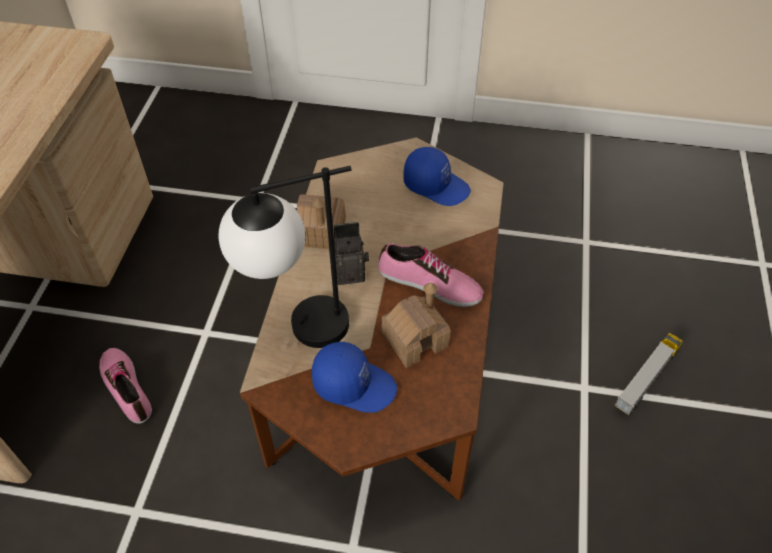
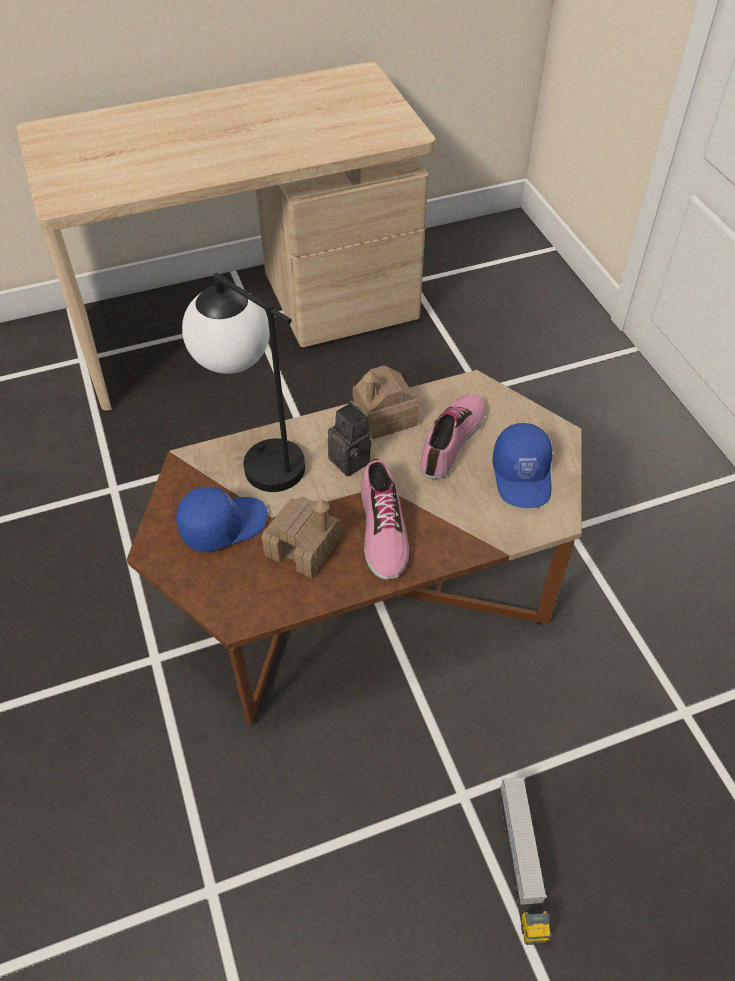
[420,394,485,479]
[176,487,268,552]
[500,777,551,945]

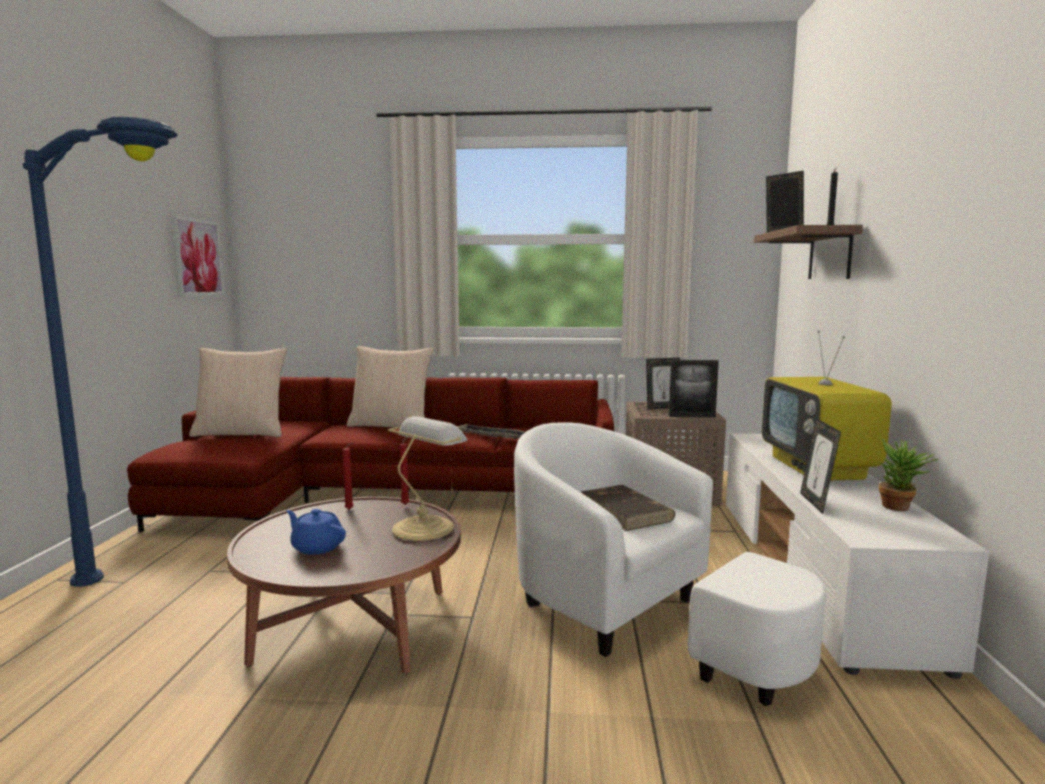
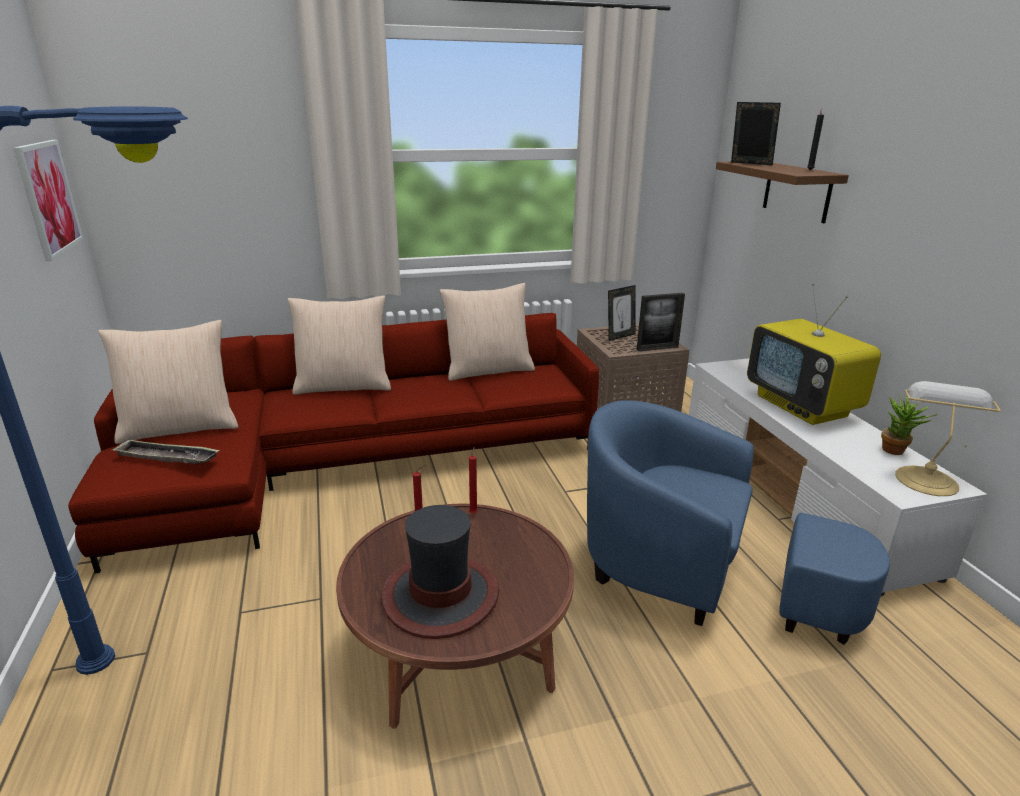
[381,505,499,639]
[895,381,1001,496]
[111,439,219,464]
[587,400,890,645]
[580,485,675,531] (first image)
[800,418,841,514] (first image)
[439,283,535,381]

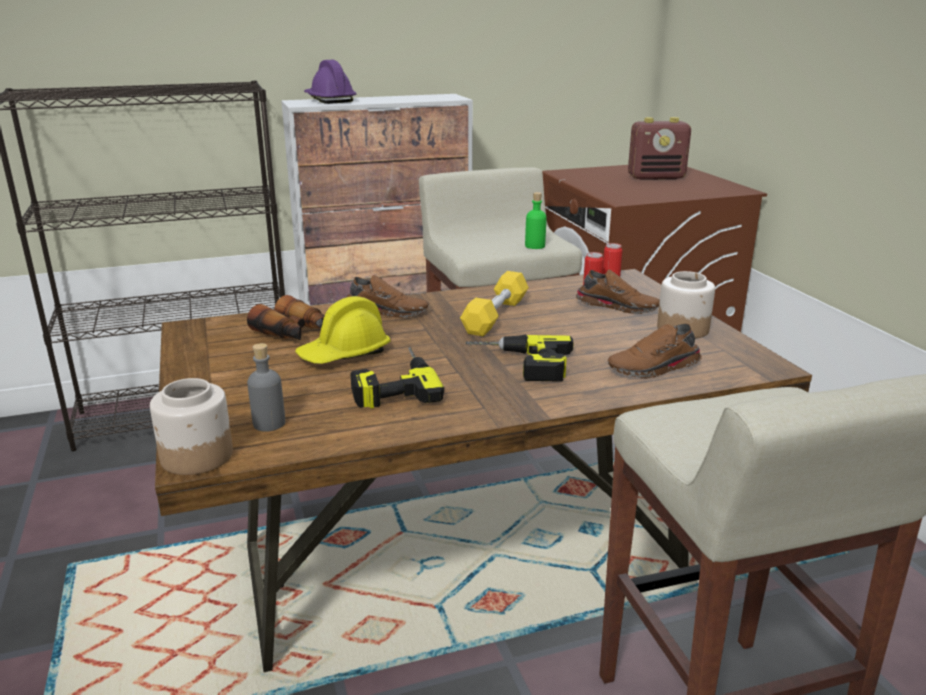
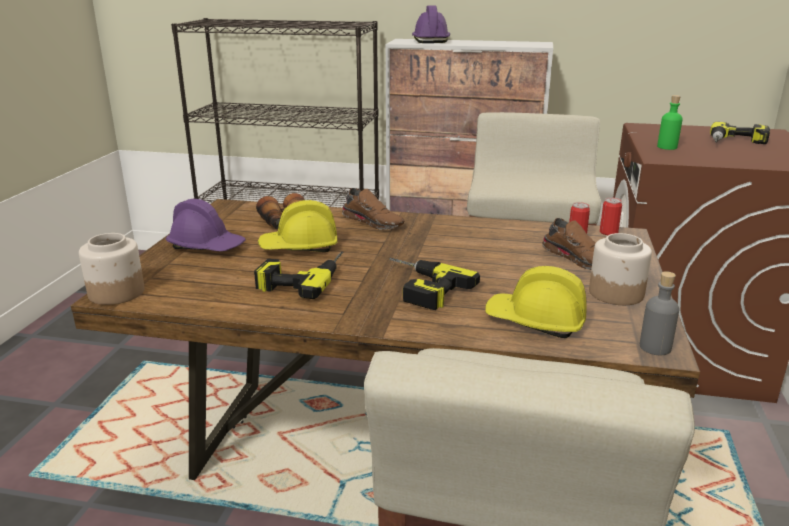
[640,271,679,355]
[460,271,529,336] (first image)
[657,95,683,150]
[485,266,587,338]
[710,122,770,144]
[166,199,246,251]

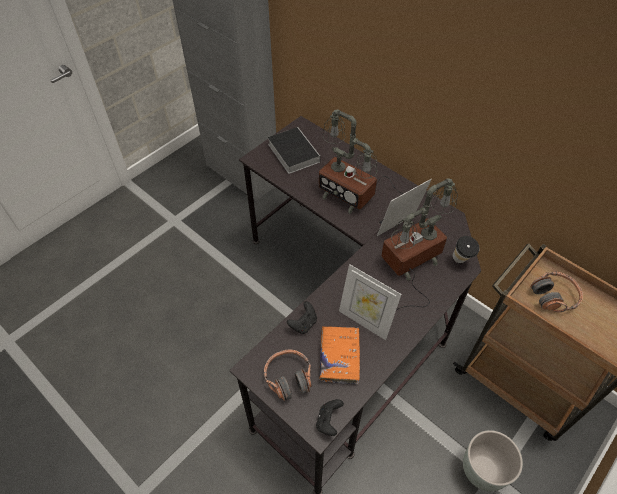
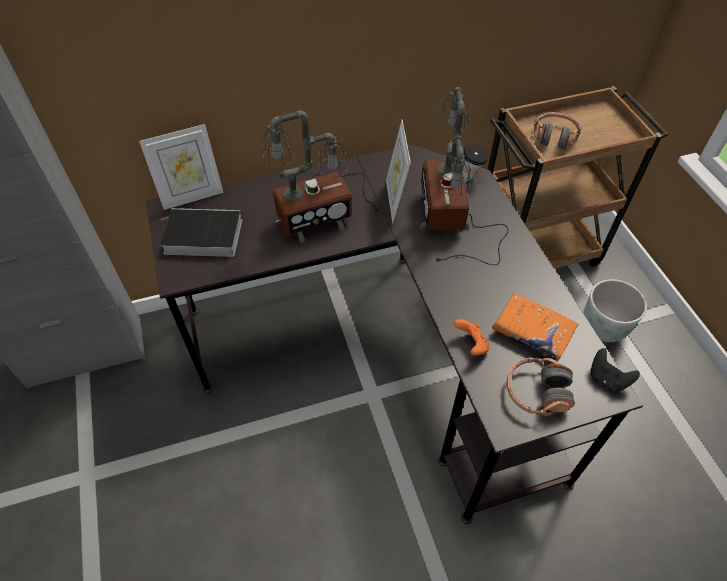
[454,319,490,356]
[139,124,224,210]

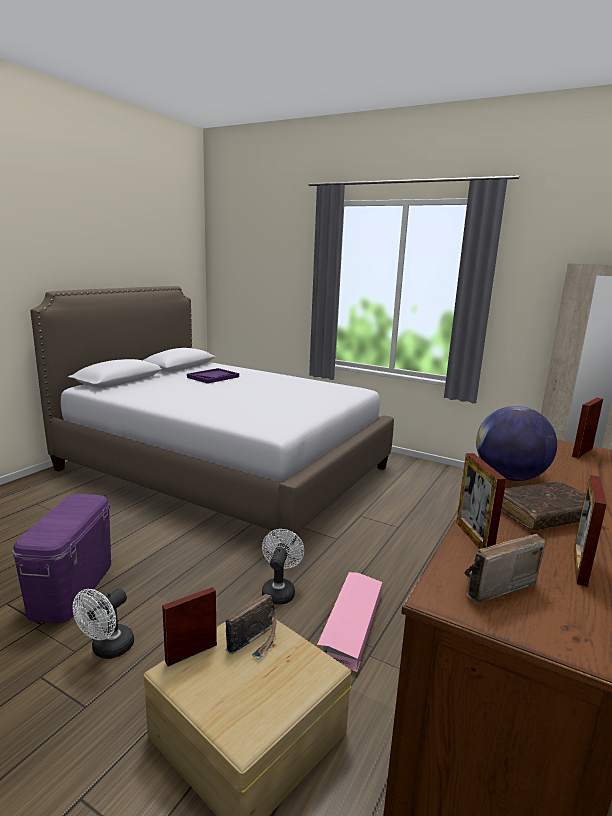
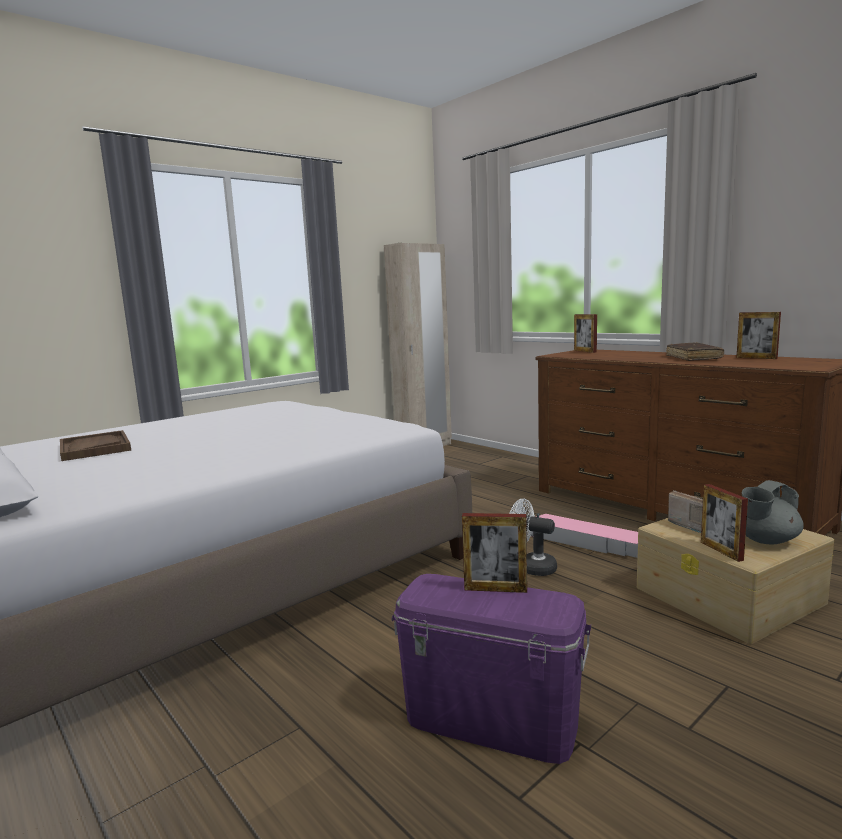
[73,588,134,659] (first image)
[60,430,131,461]
[462,513,527,593]
[464,534,546,603] (first image)
[476,406,557,481] (first image)
[742,480,804,545]

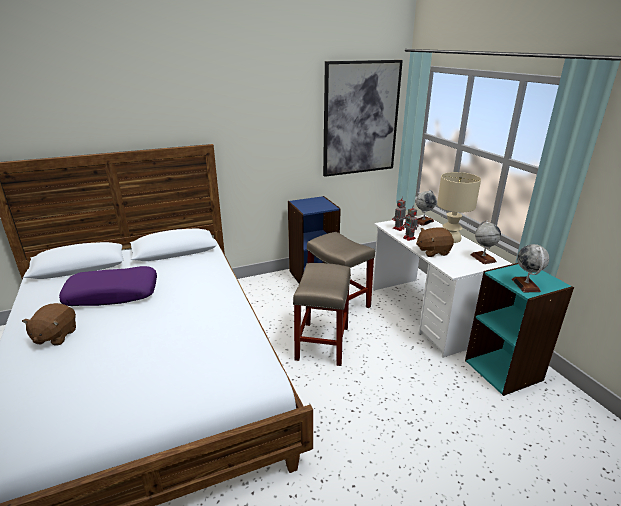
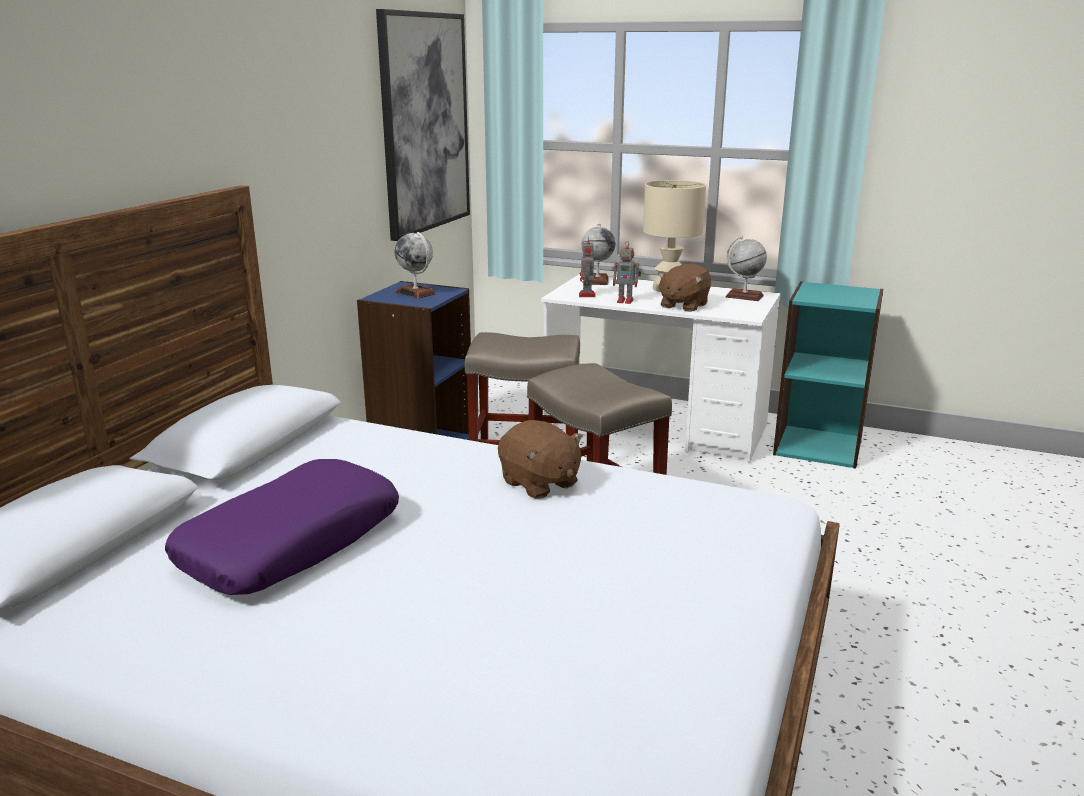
[498,420,583,499]
[394,232,436,299]

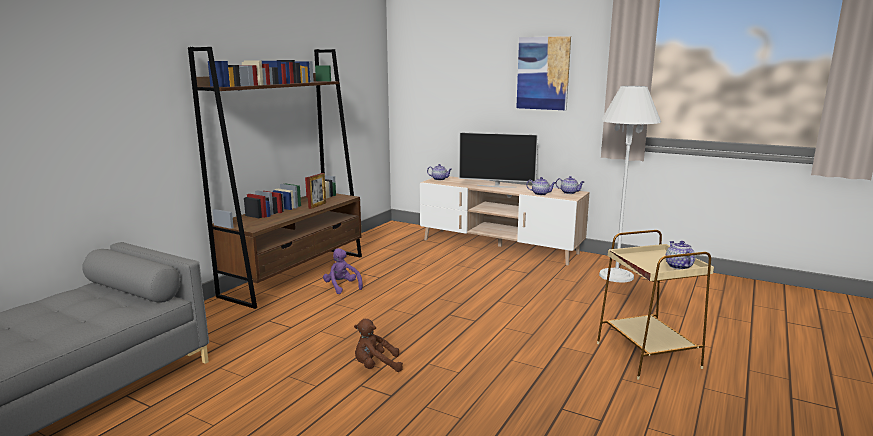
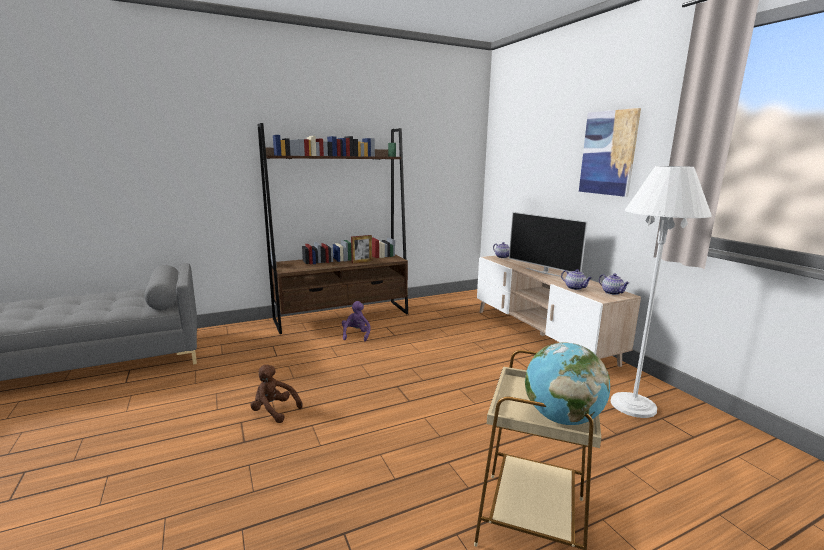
[525,342,610,425]

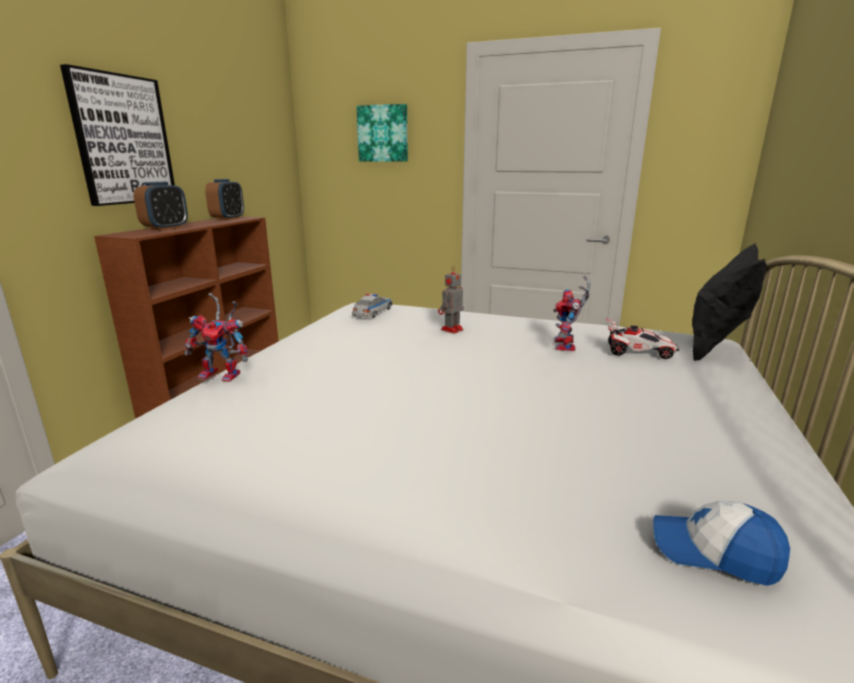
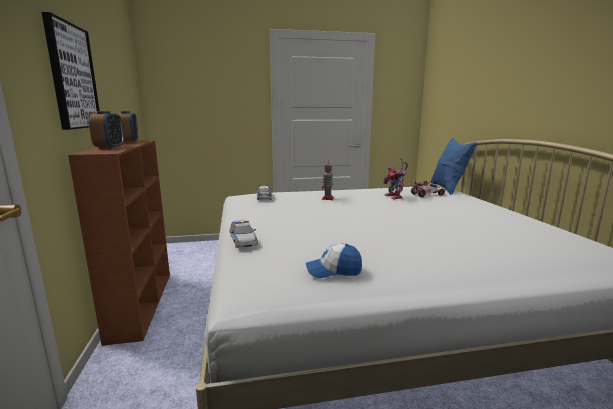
[229,220,258,248]
[356,104,408,162] (first image)
[306,244,362,278]
[431,138,477,195]

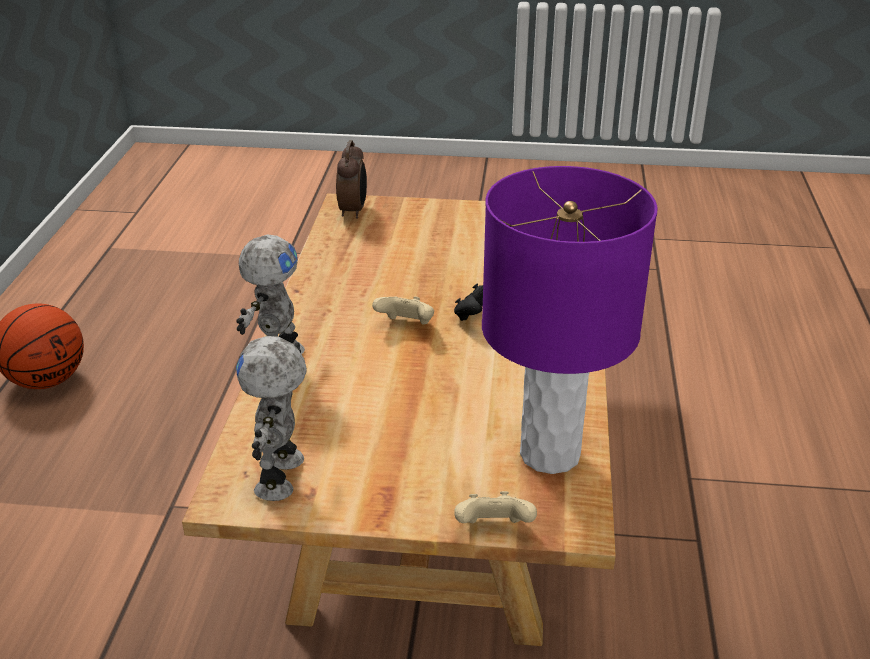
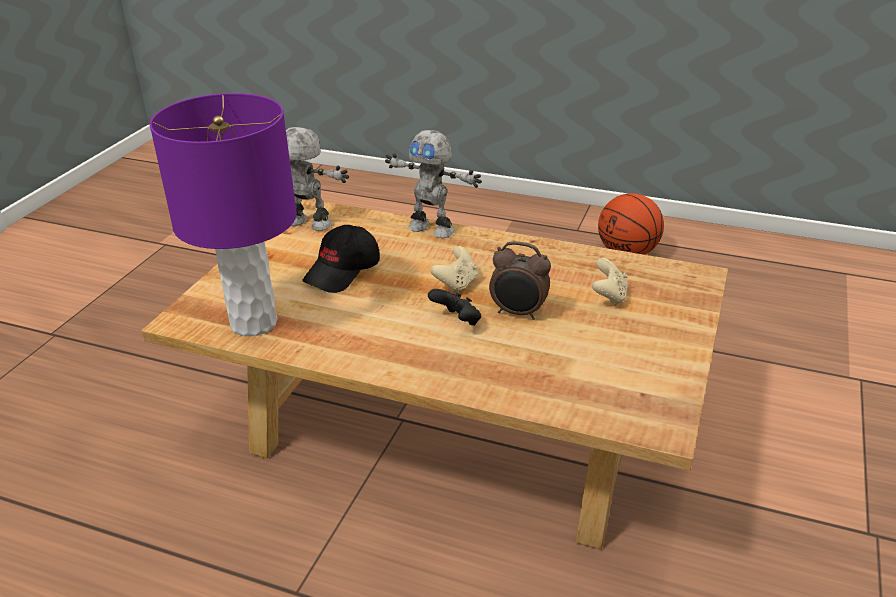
[489,241,551,320]
[592,258,628,306]
[302,225,380,293]

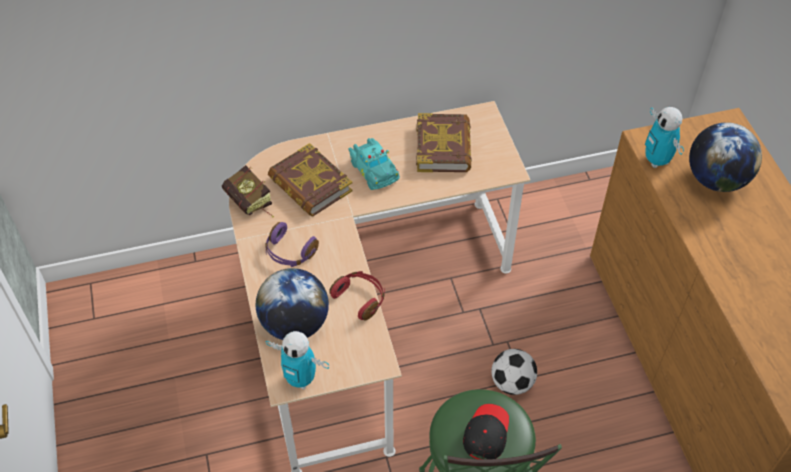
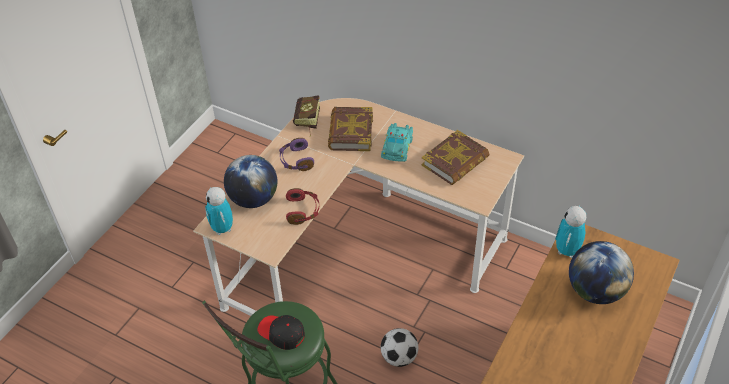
[257,315,305,350]

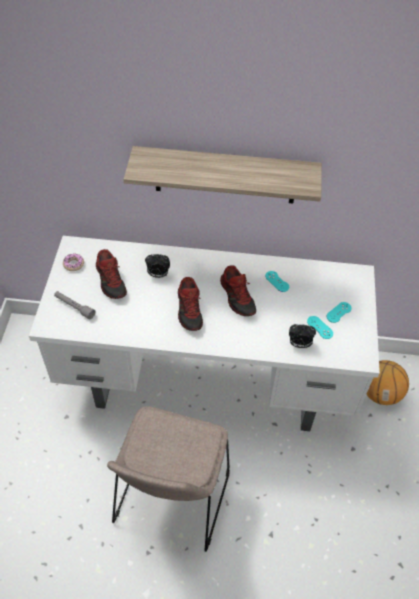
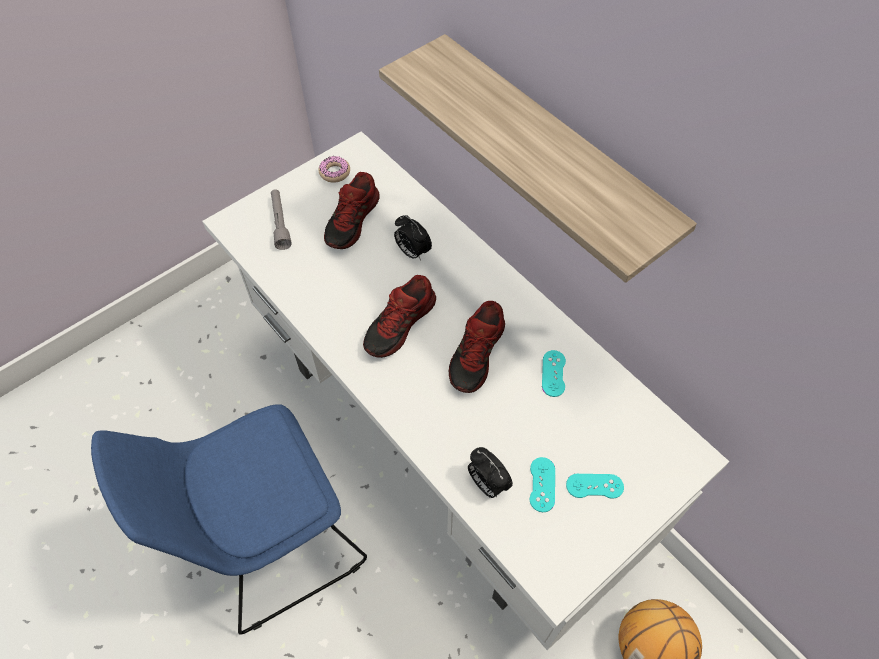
[91,404,367,635]

